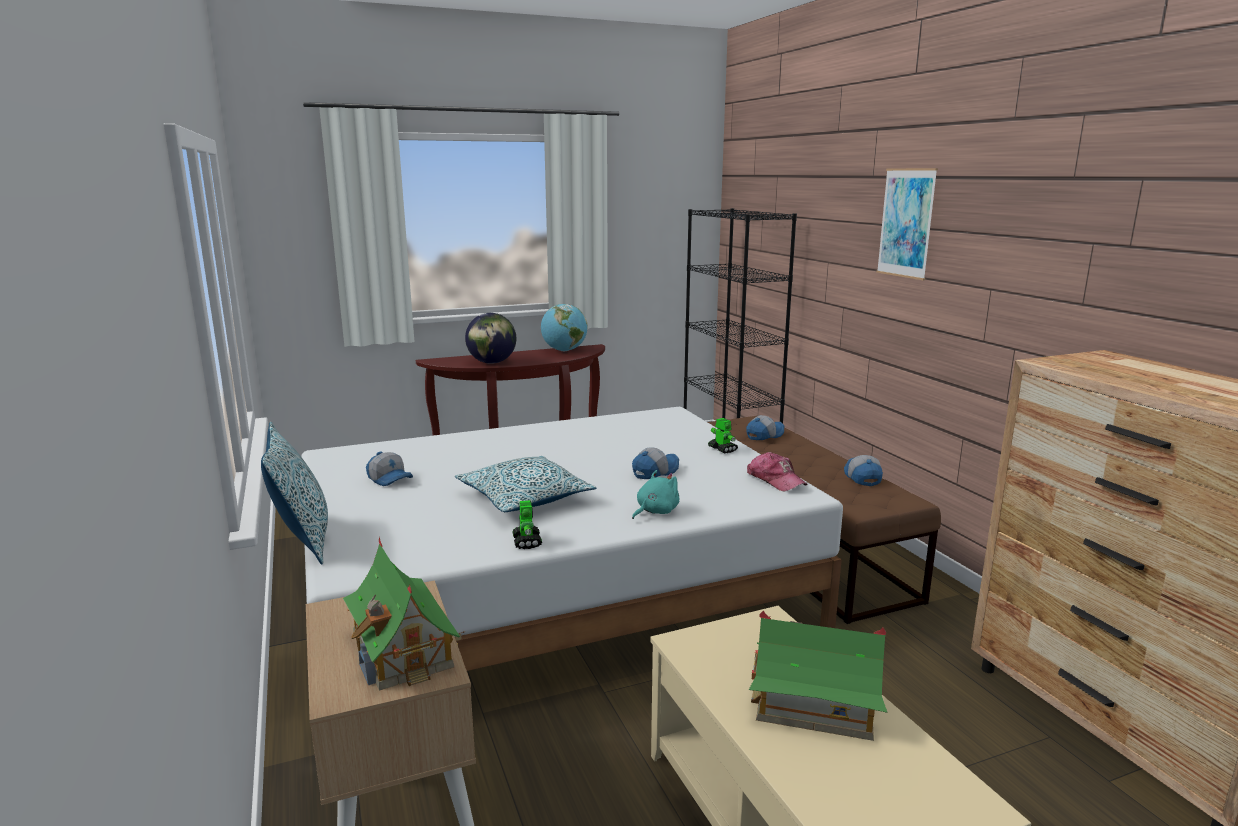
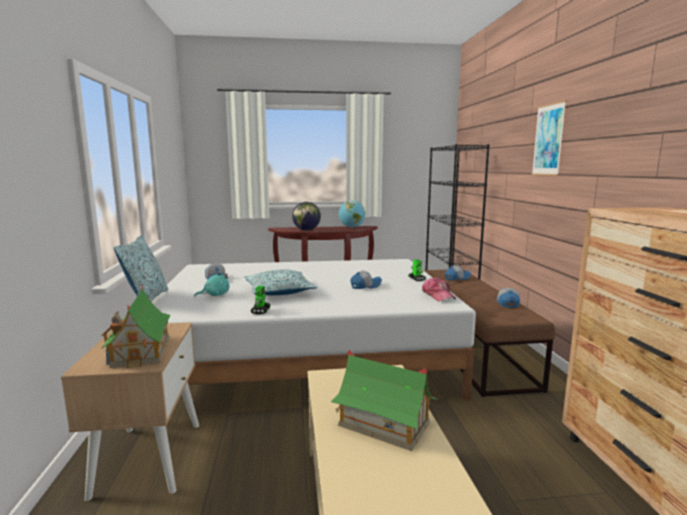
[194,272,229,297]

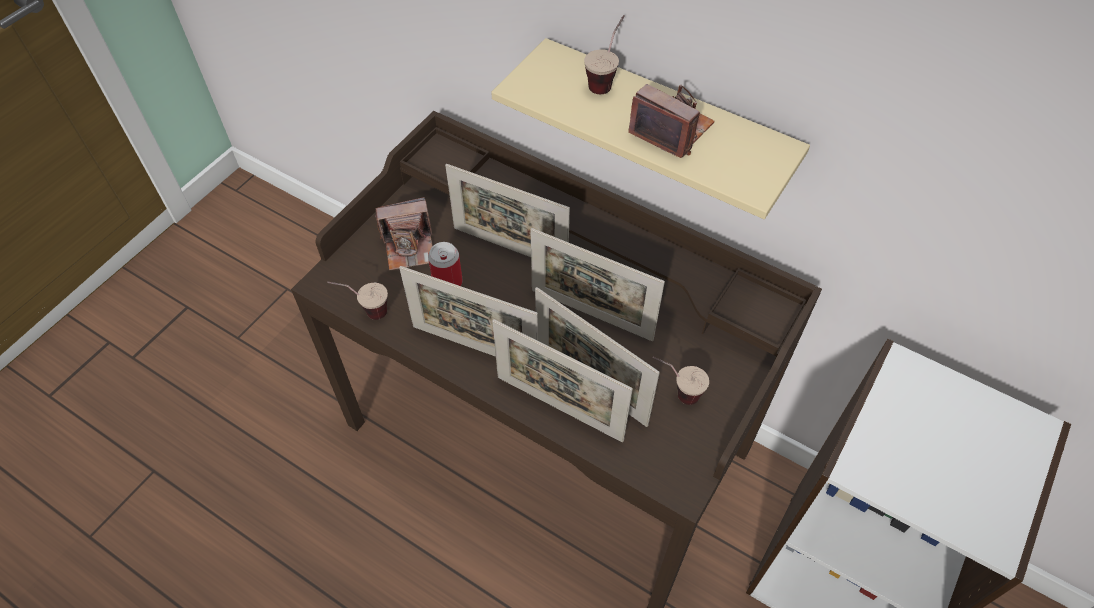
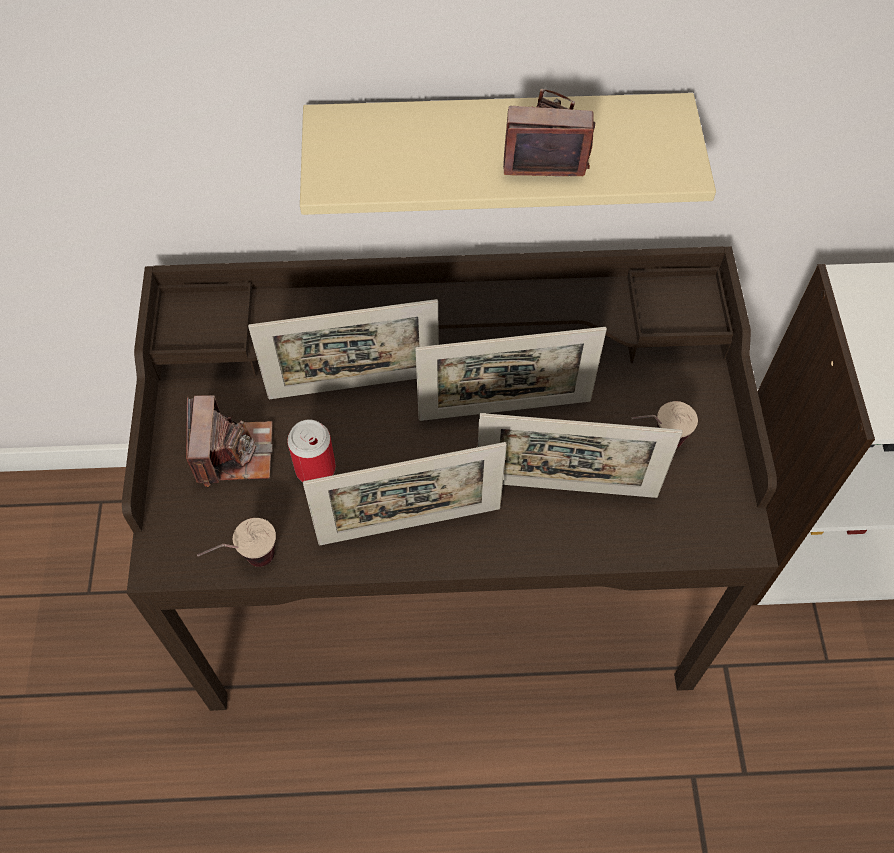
[186,395,273,487]
[492,319,633,442] (first image)
[584,15,625,94] (first image)

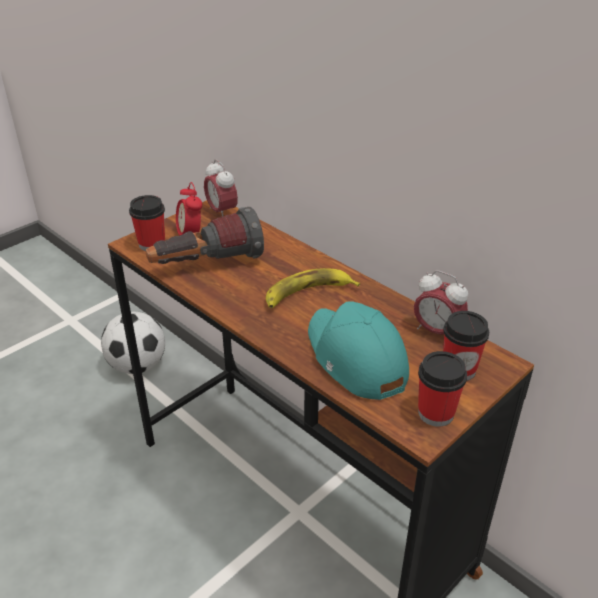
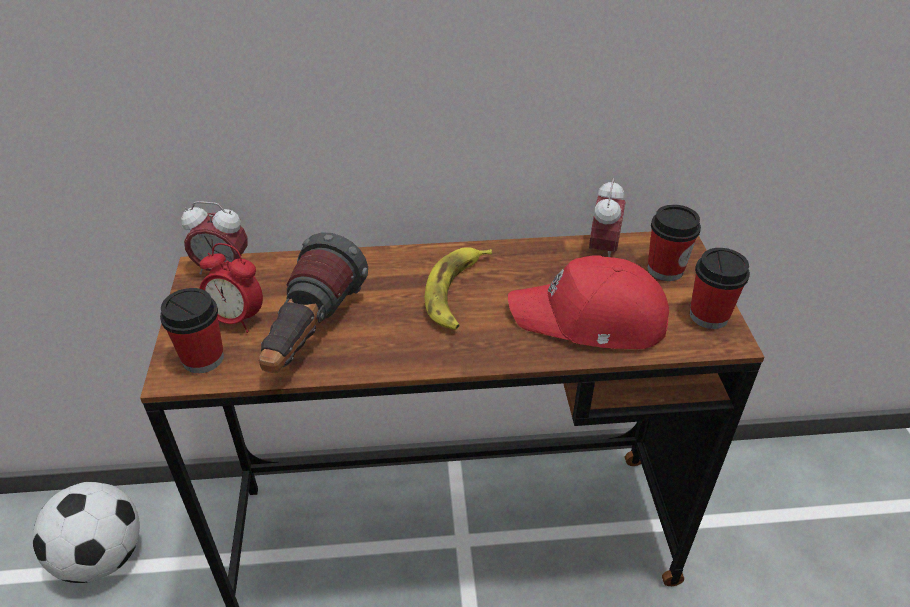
[508,256,669,349]
[589,179,626,257]

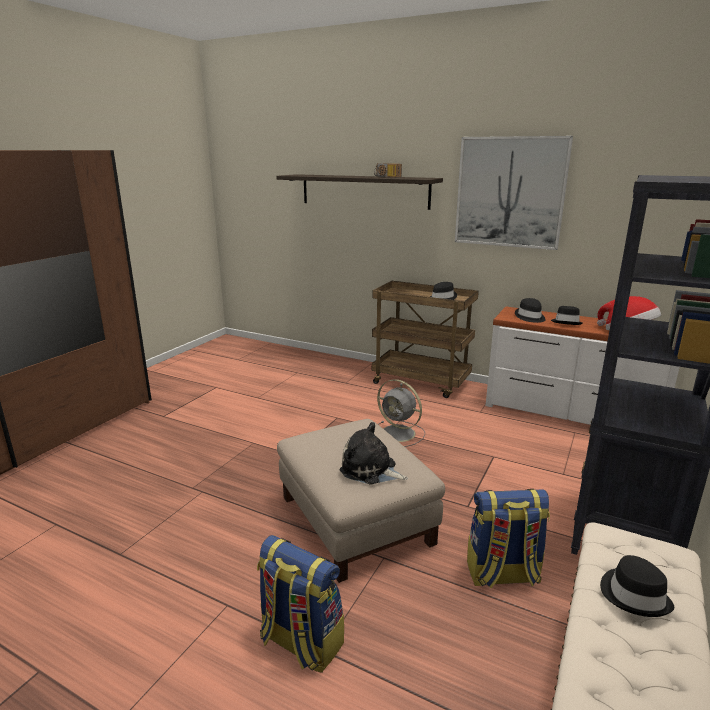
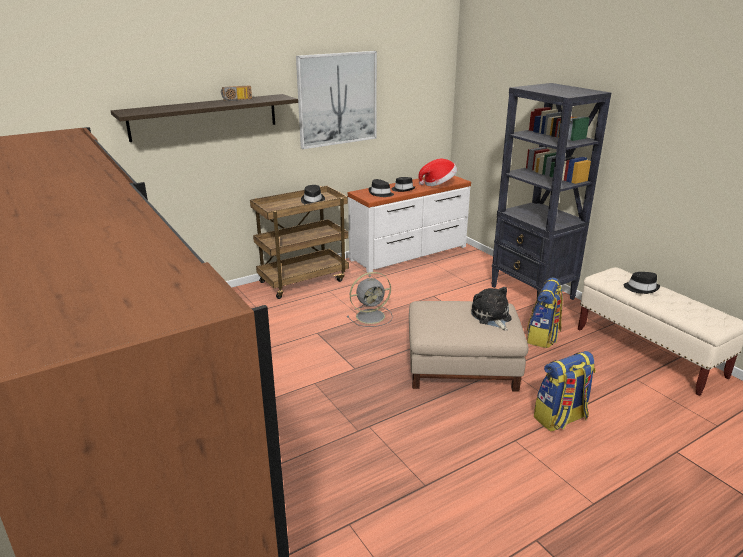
[471,287,512,331]

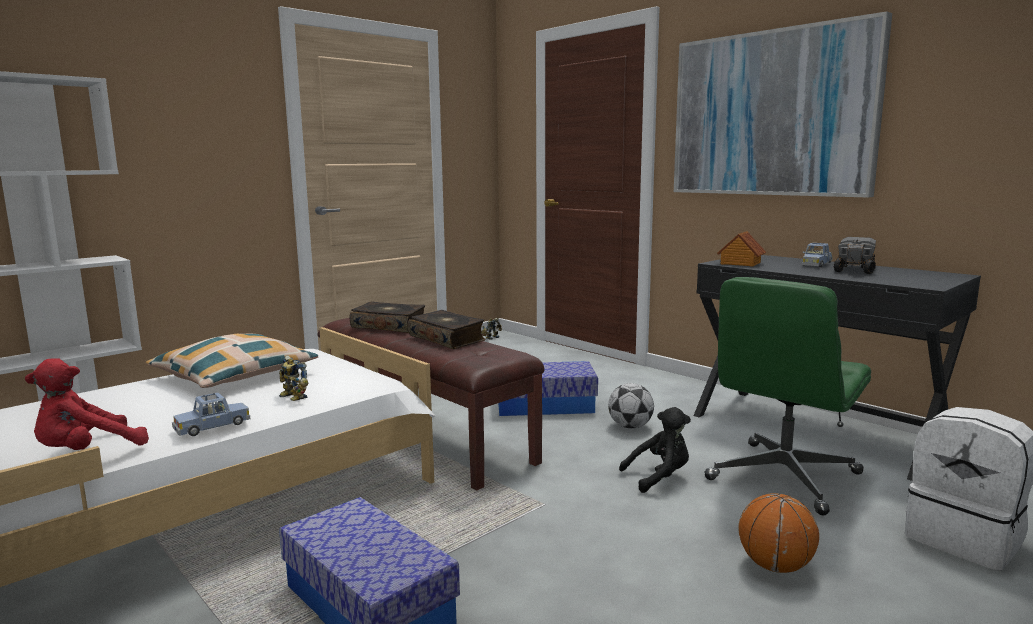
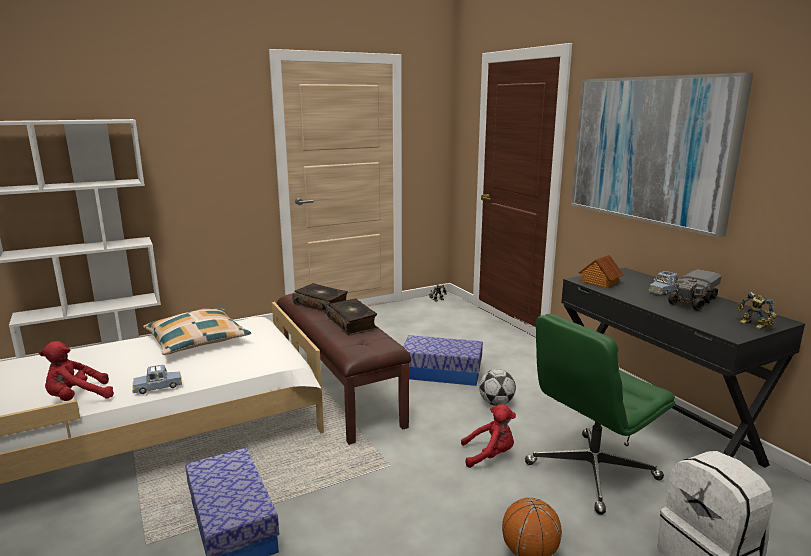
[738,292,777,329]
[461,404,516,468]

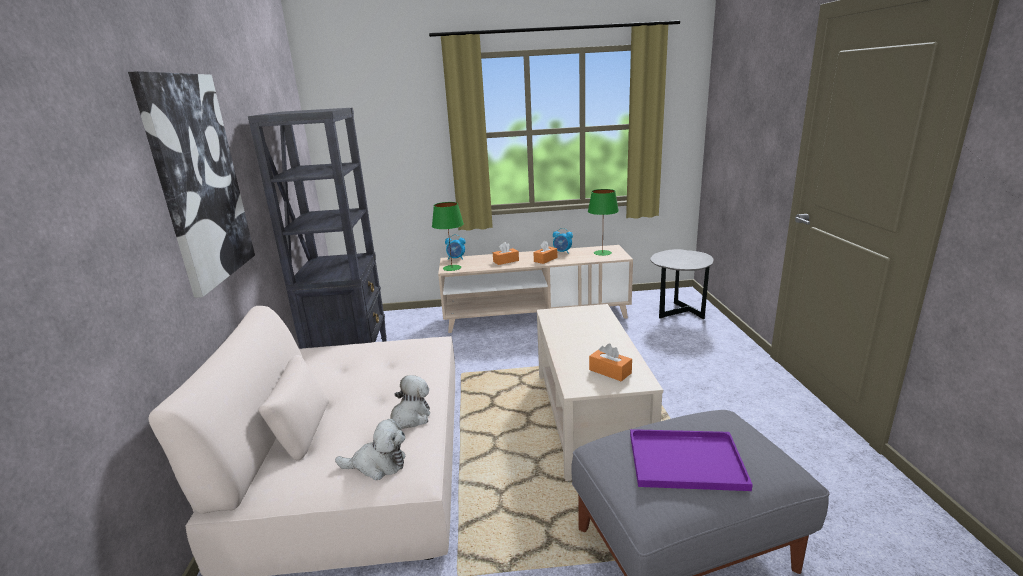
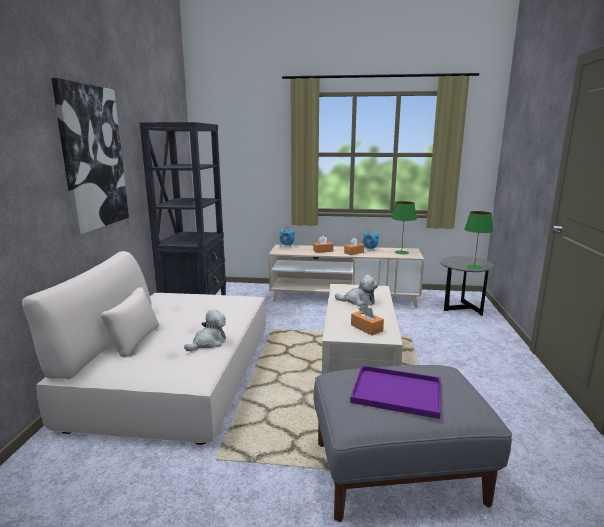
[335,275,378,307]
[464,211,493,269]

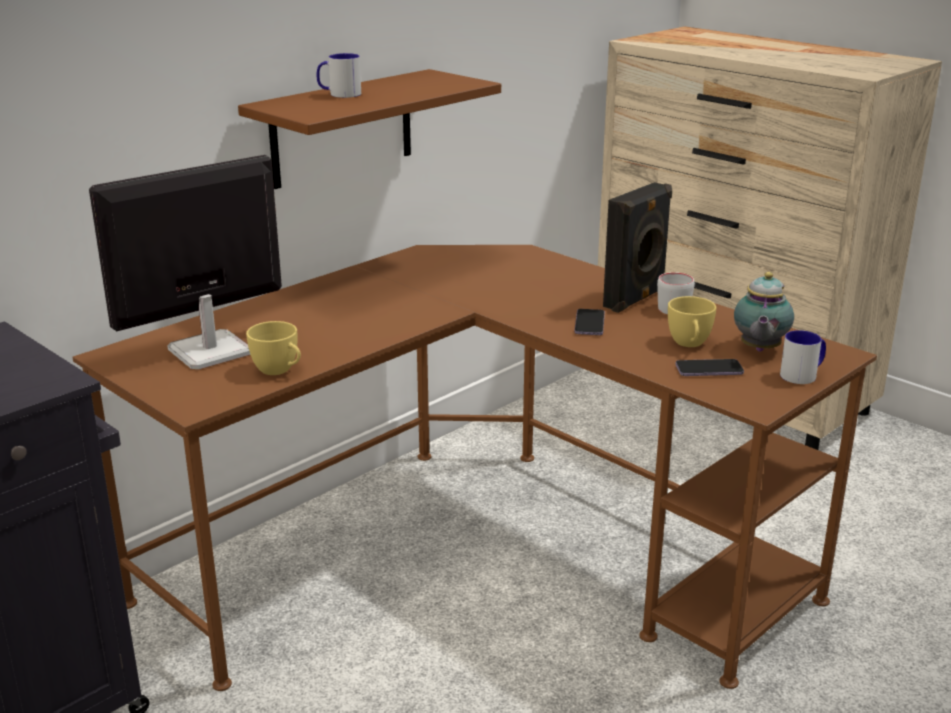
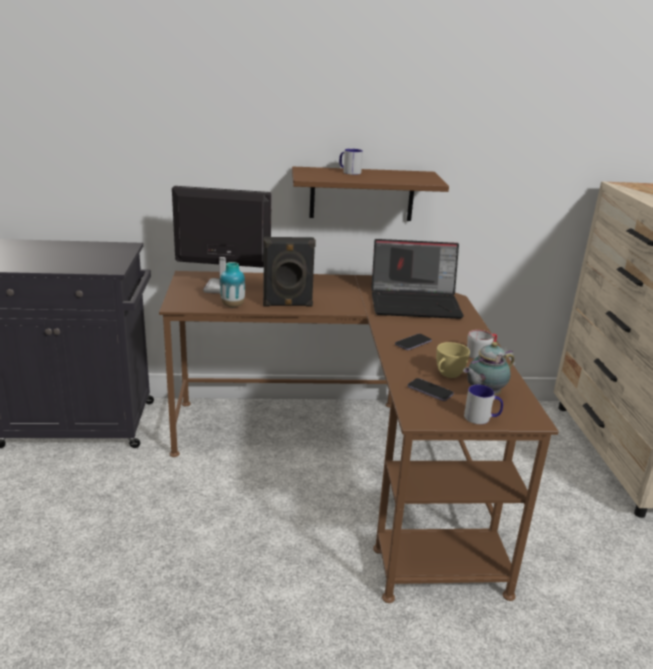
[220,262,245,307]
[263,237,316,307]
[371,239,464,319]

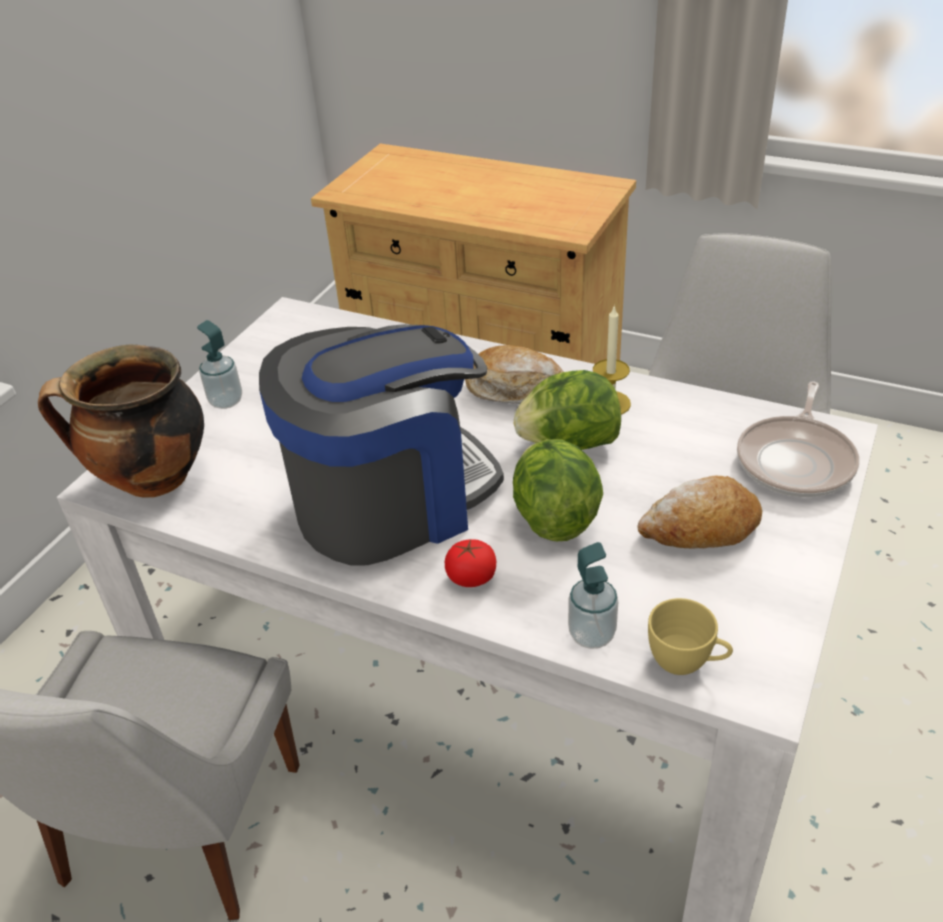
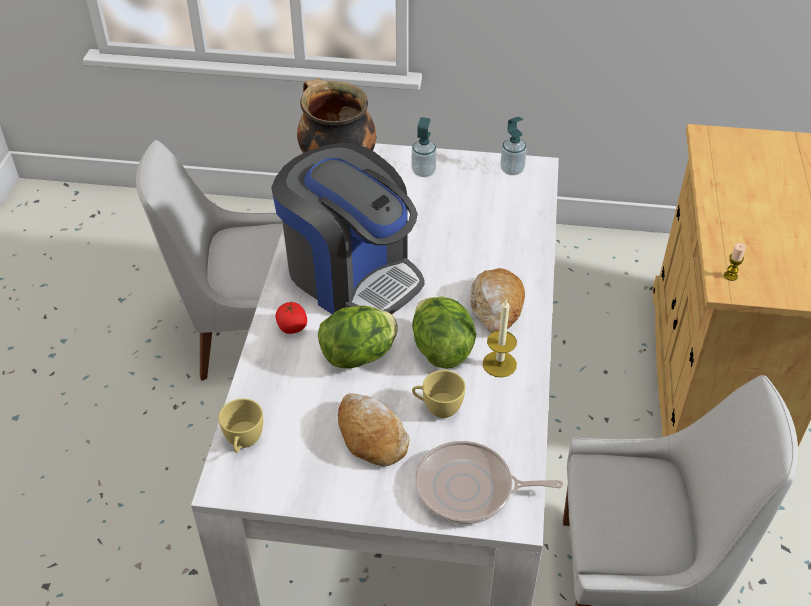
[501,117,527,175]
[412,370,466,418]
[724,243,746,281]

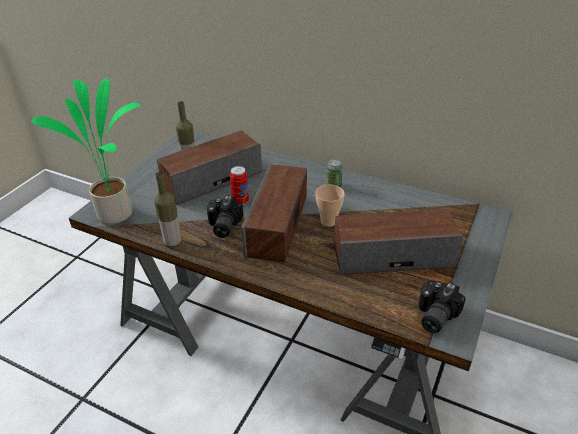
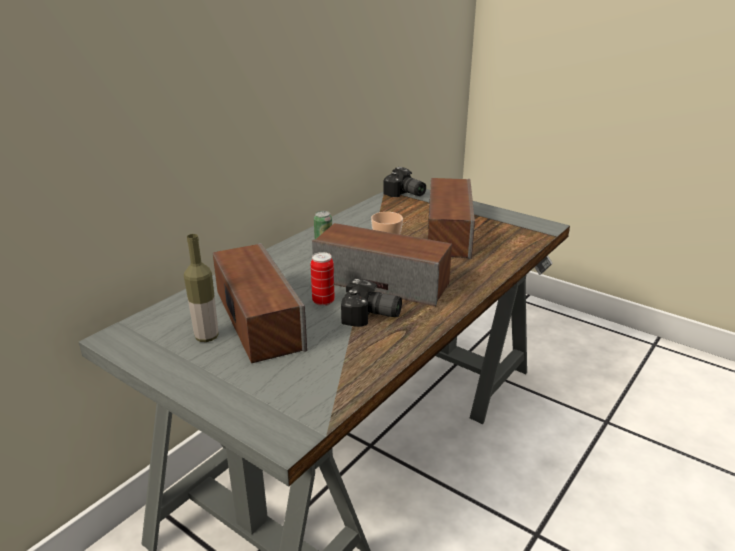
[32,78,141,224] (first image)
[154,172,181,248] (first image)
[383,167,426,197]

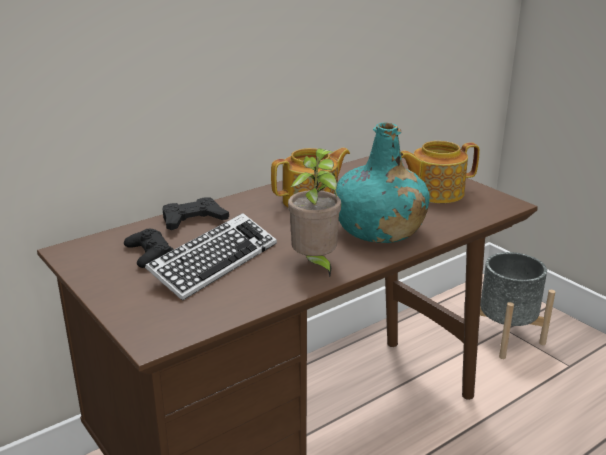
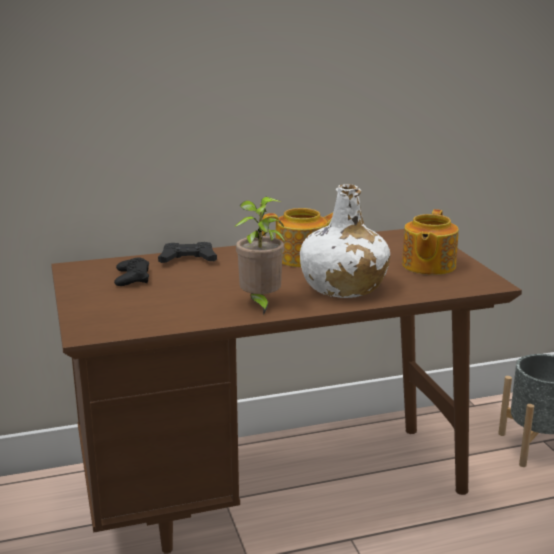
[145,213,277,301] (first image)
[300,184,390,298]
[402,209,459,275]

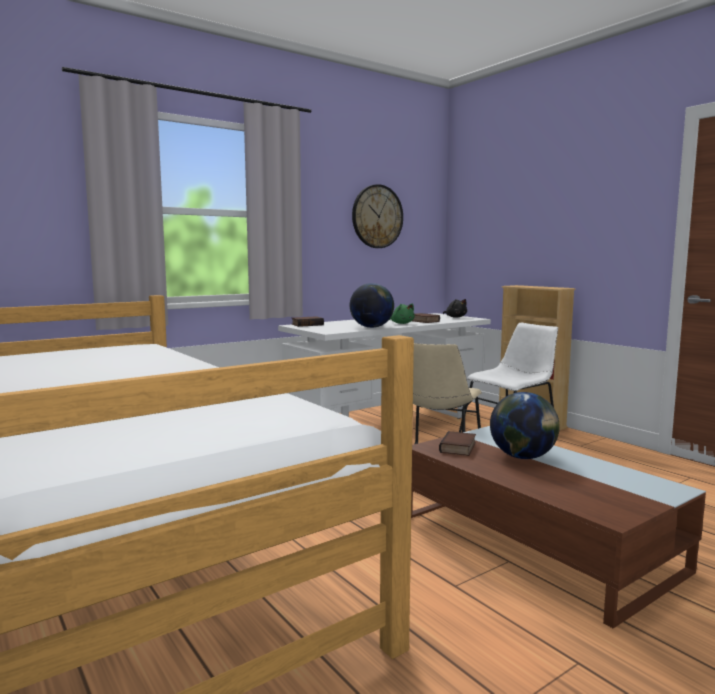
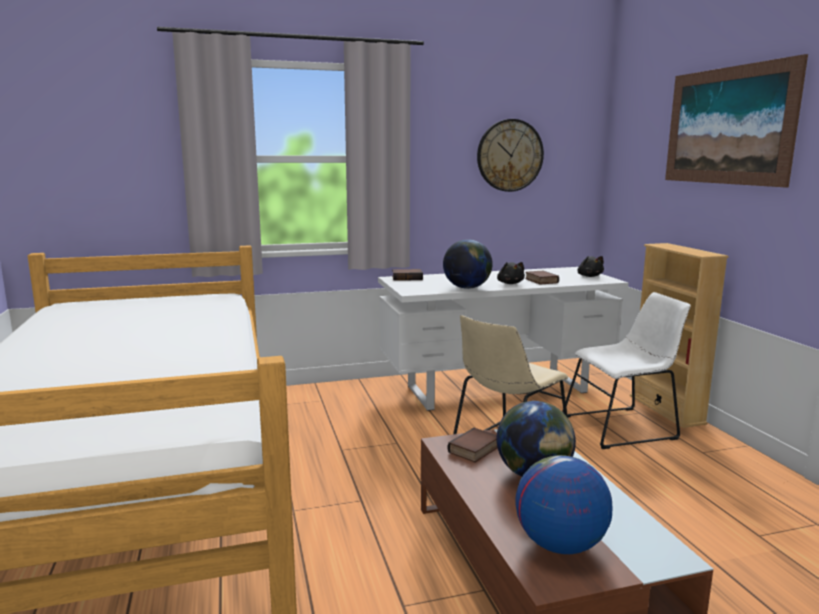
[497,262,525,284]
[515,455,612,554]
[665,54,808,187]

